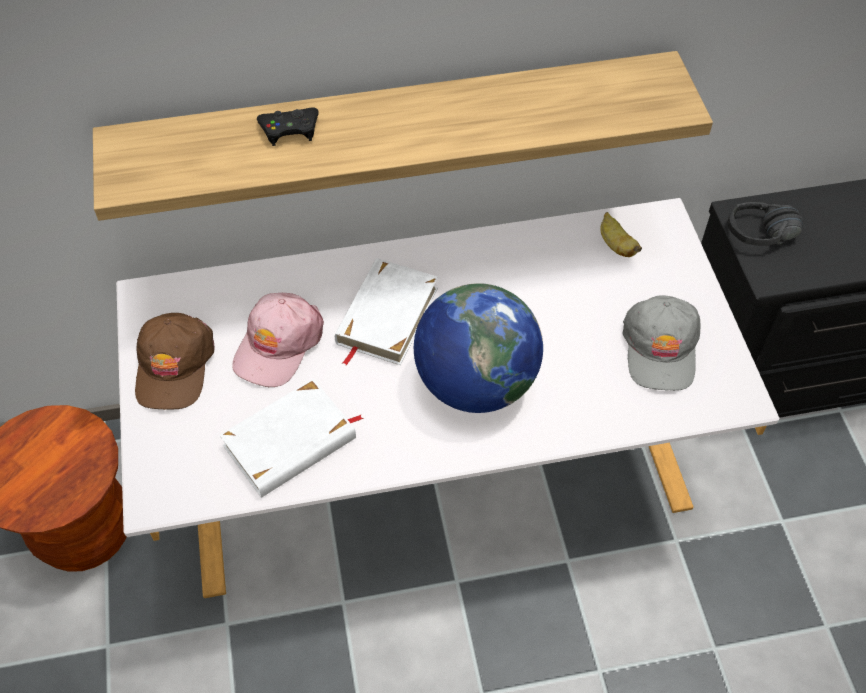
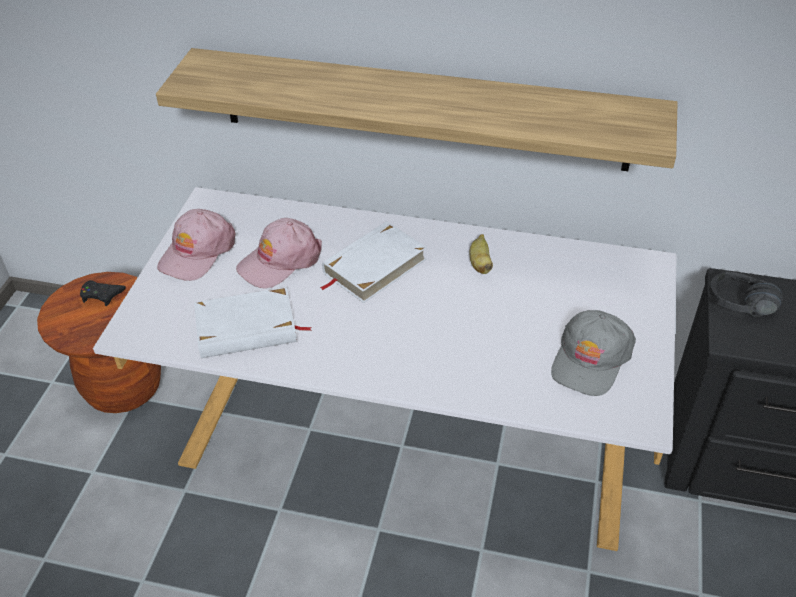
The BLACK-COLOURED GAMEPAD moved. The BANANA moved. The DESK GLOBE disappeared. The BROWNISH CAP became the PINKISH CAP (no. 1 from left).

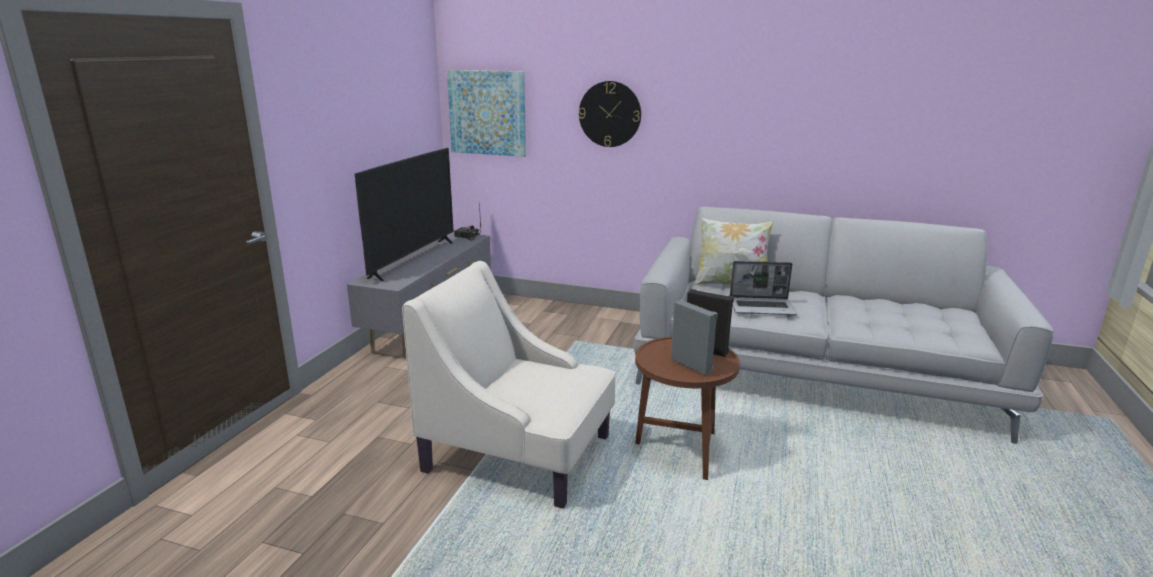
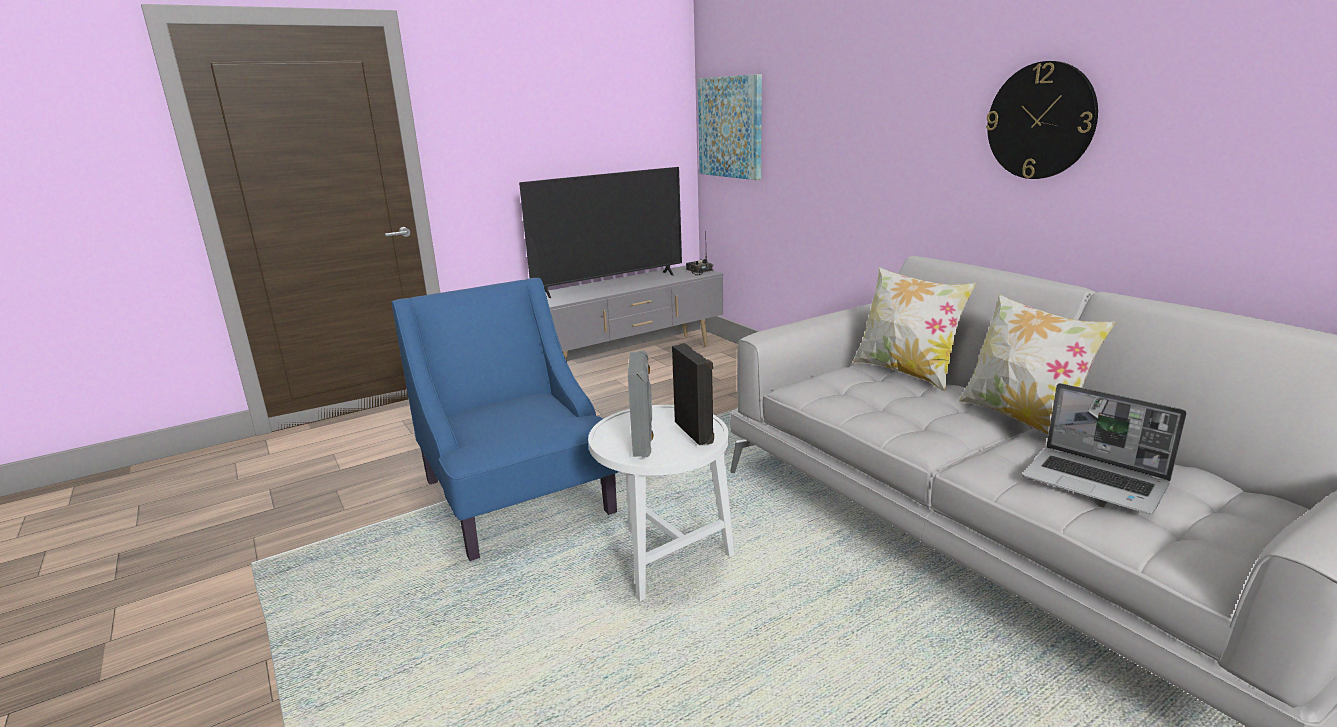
The HANGING CLOCK moved. The SAND-COLOURED ARMCHAIR became the BLUISH ARMCHAIR. The PORTABLE COMPUTER moved. The BROWNISH ACCENT TABLE became the WHITE-COLOURED ACCENT TABLE. The THROW PILLOW (no. 2 from left) appeared.

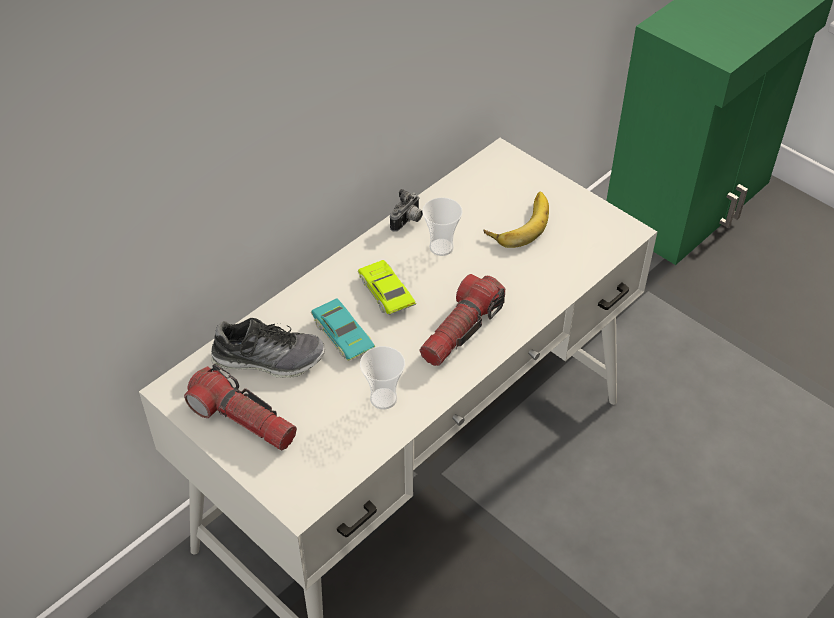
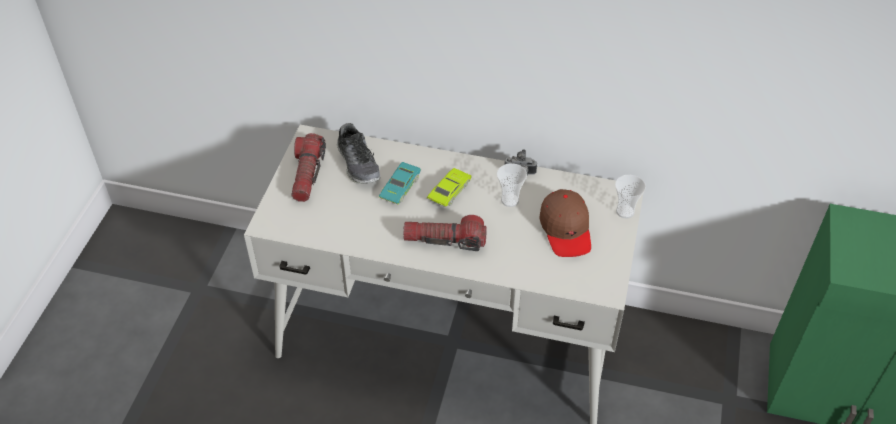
The BANANA was replaced by the BROWNISH CAP. The DRINKING CUP (no. 1 from left in the first image) moved.

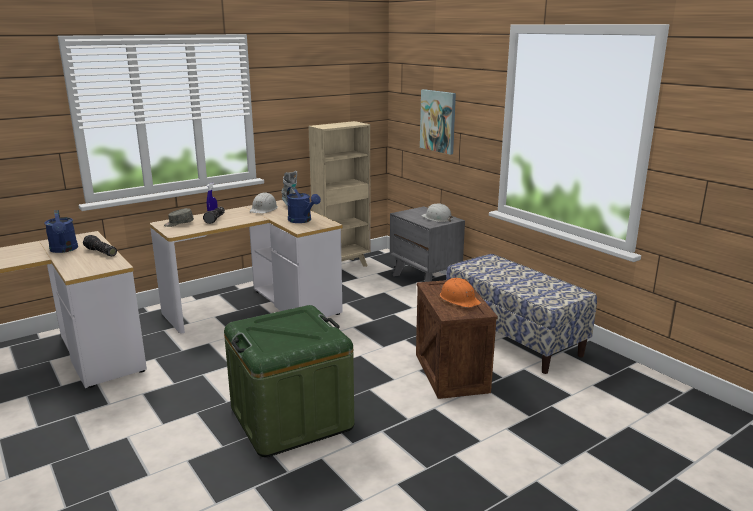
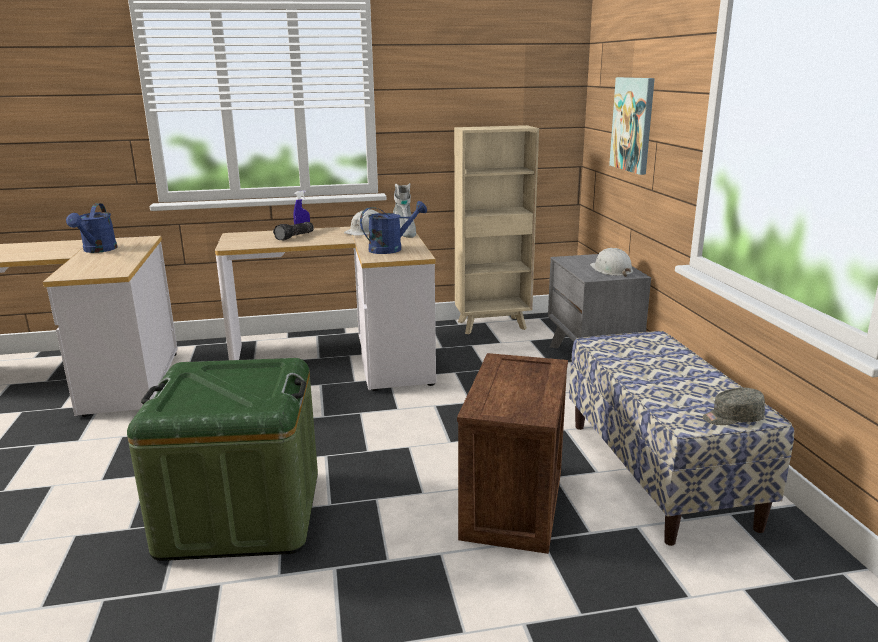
The BLUISH WATERING CAN (no. 2 from left) turned 105 degrees counterclockwise. The GRAY CAP moved. The HAND TORCH (no. 1 from left) disappeared. The ORANGE WORK HELMET disappeared.

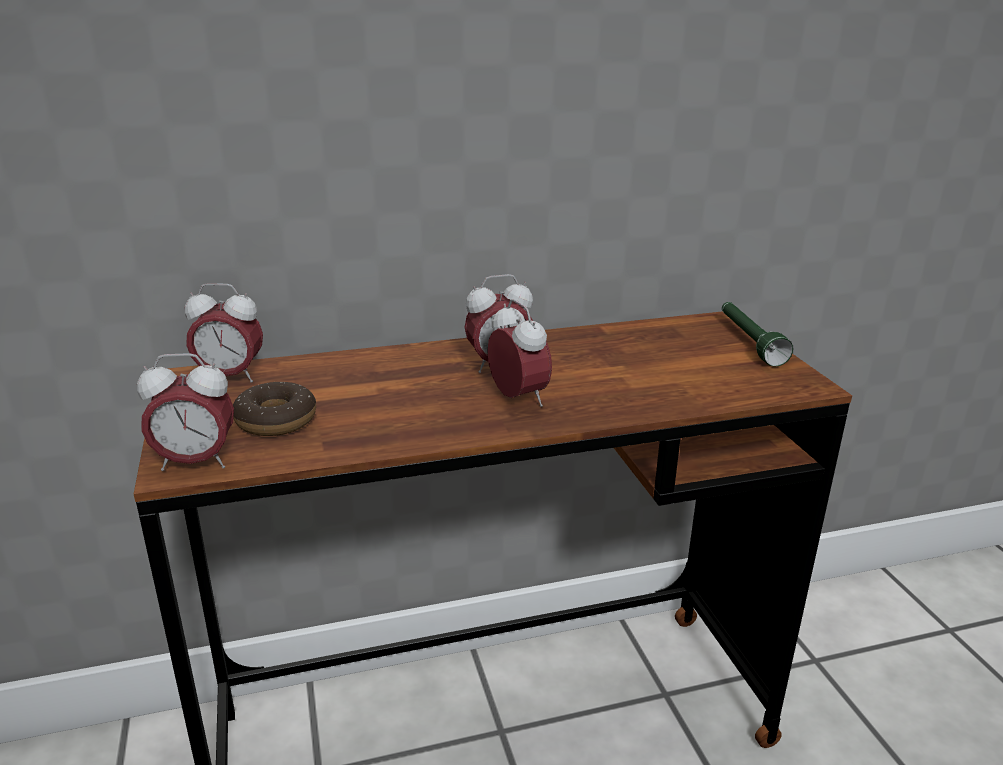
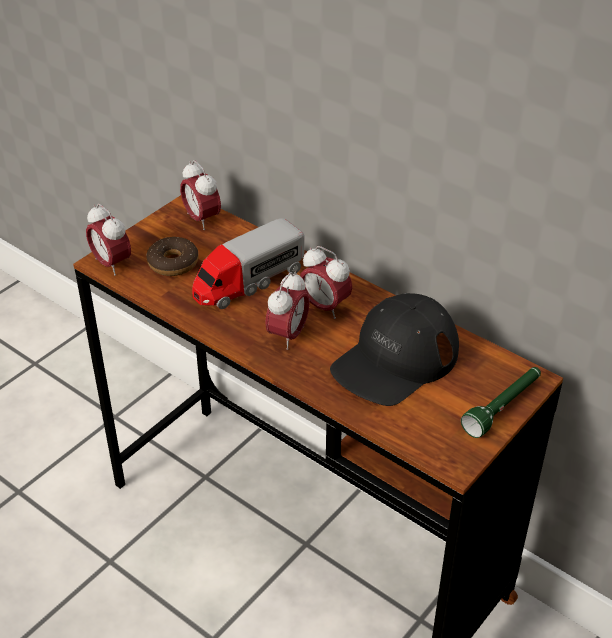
The TOY LORRY appeared. The BLACK-COLOURED CAP appeared.

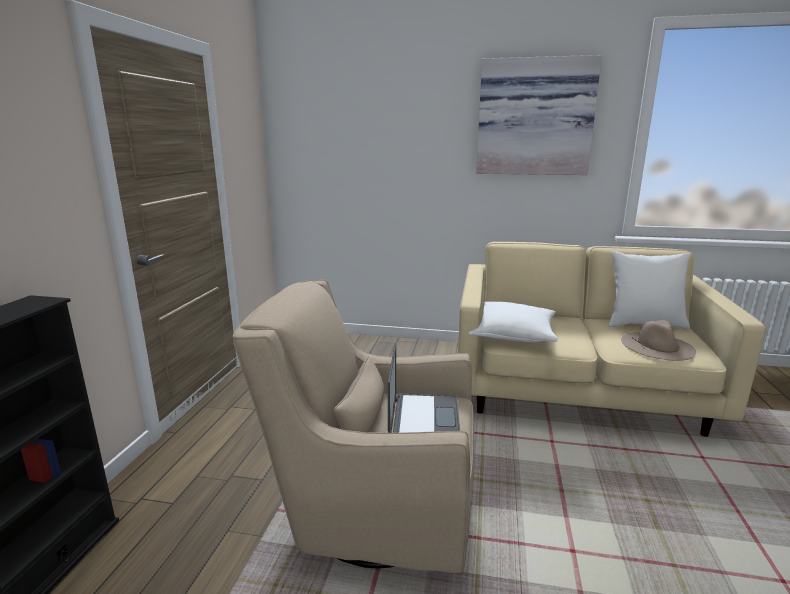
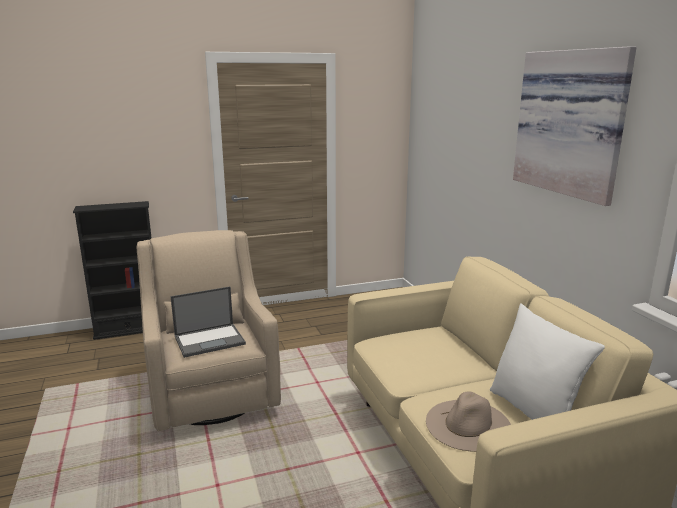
The WHITE-COLOURED THROW PILLOW (no. 1 from left) disappeared.

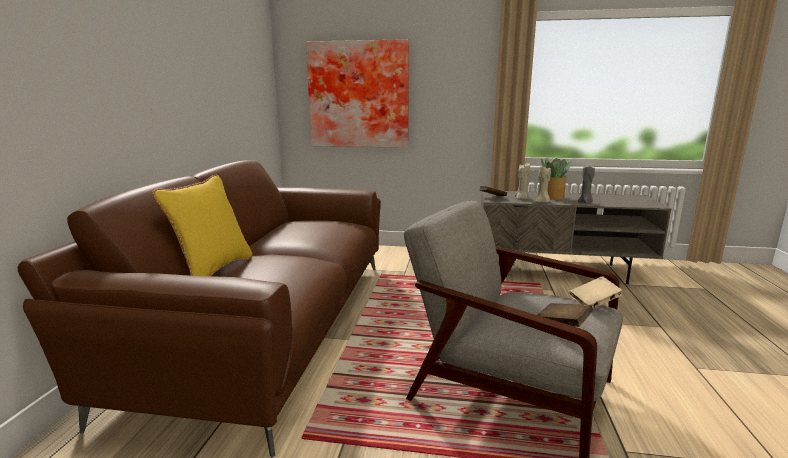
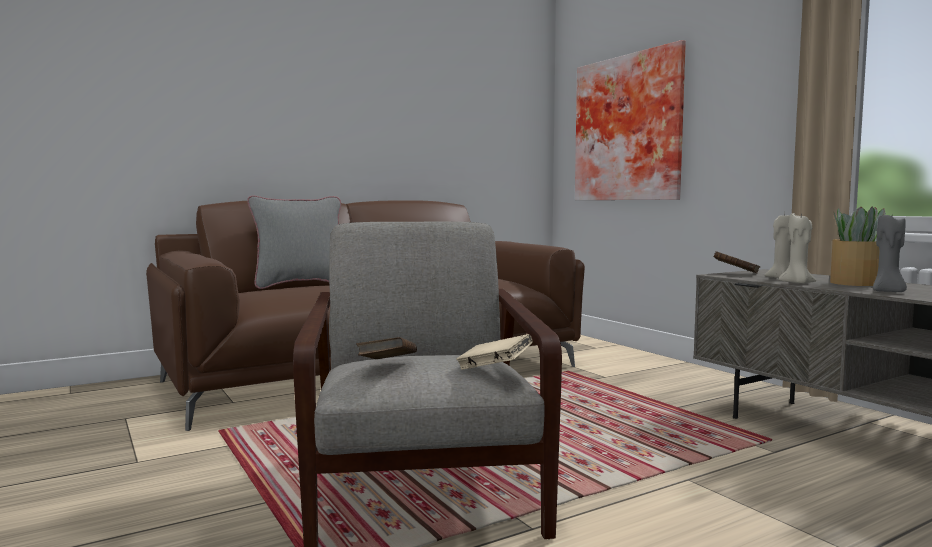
The YELLOW-COLOURED THROW PILLOW became the GRAY THROW PILLOW.

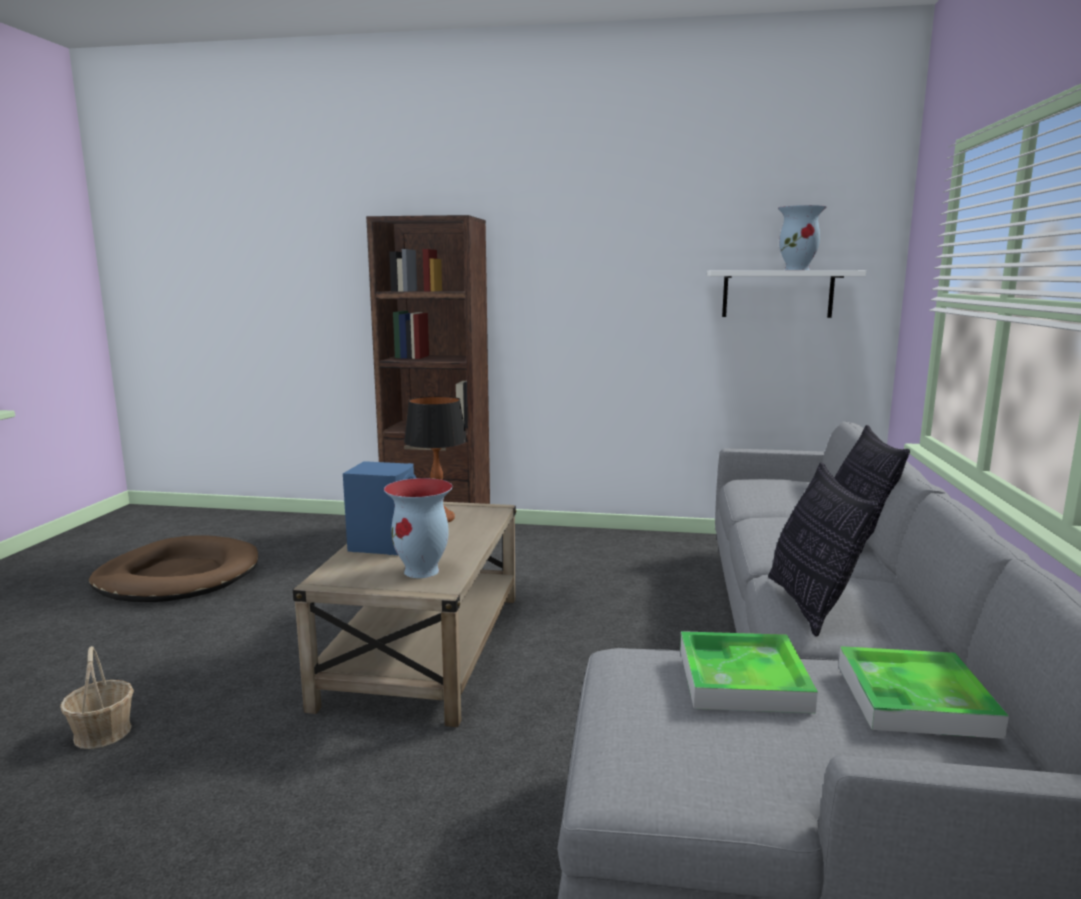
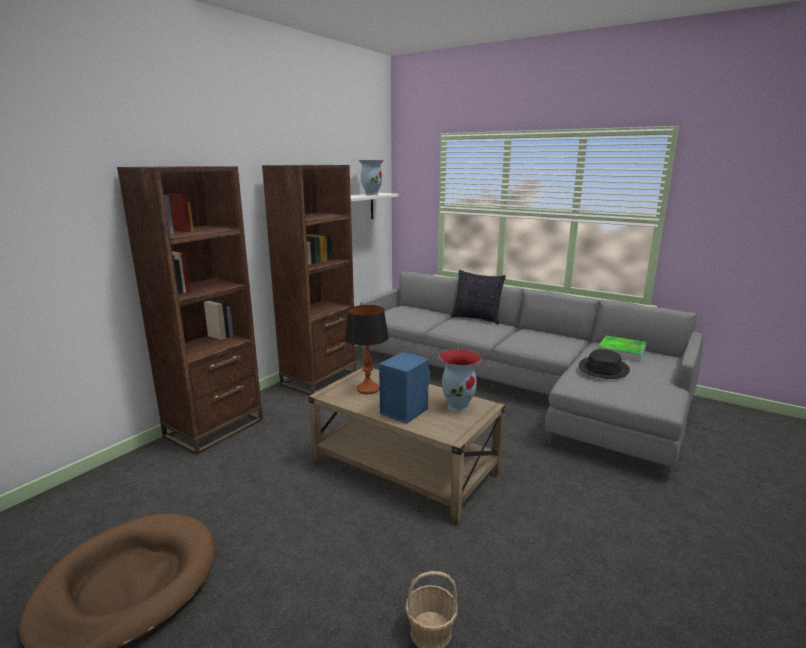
The THROW PILLOW (no. 1 from left) disappeared. The CARRYING TRAY (no. 1 from left) was replaced by the BLACK-COLOURED WEARABLE HAT. The BROWNISH SHELVING UNIT (no. 2 from left) appeared.

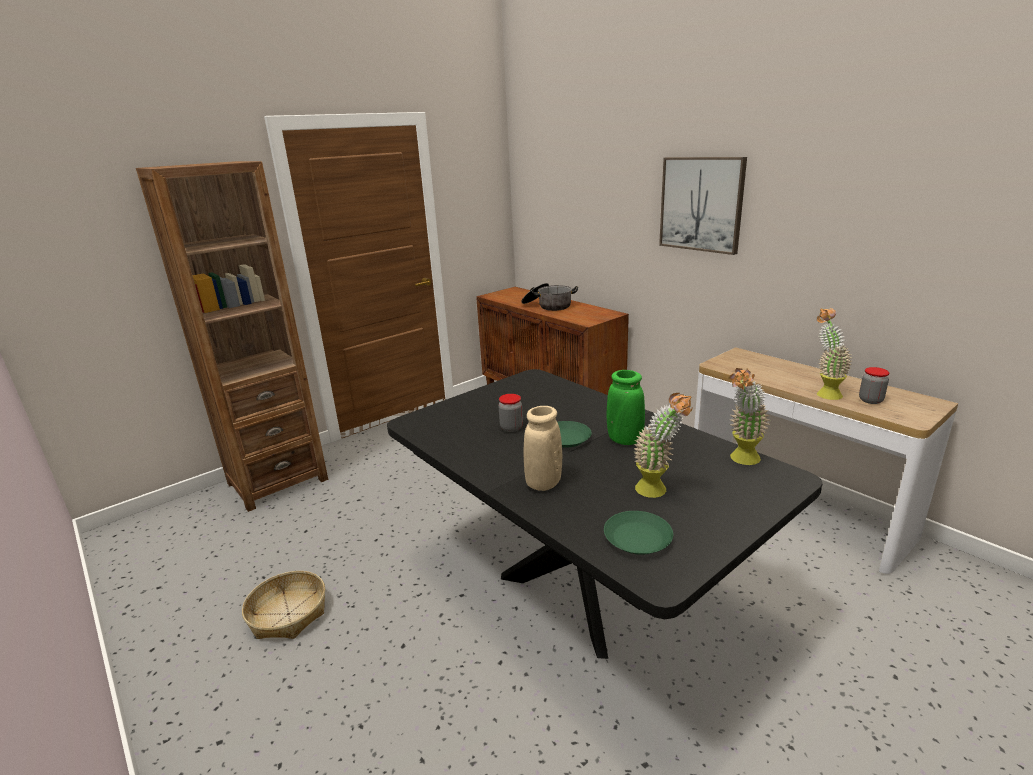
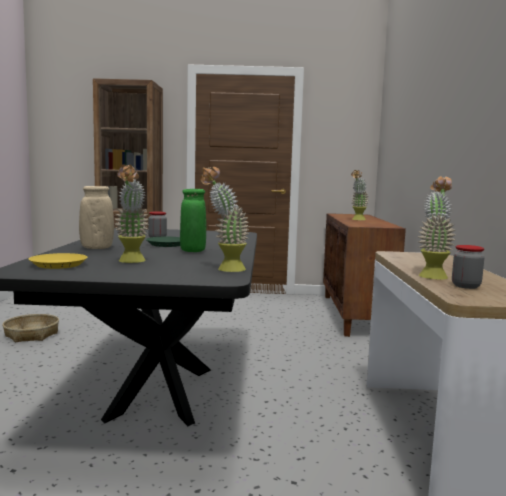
The WALL ART disappeared. The COOKING POT was replaced by the POTTED PLANT (no. 3 from left). The GREENISH PLATE (no. 2 from left) became the YELLOW-COLOURED PLATE.

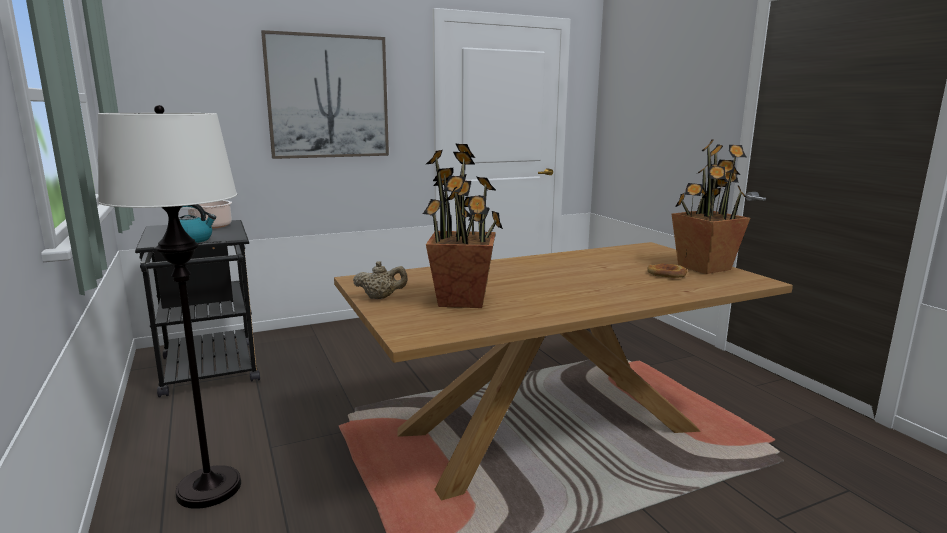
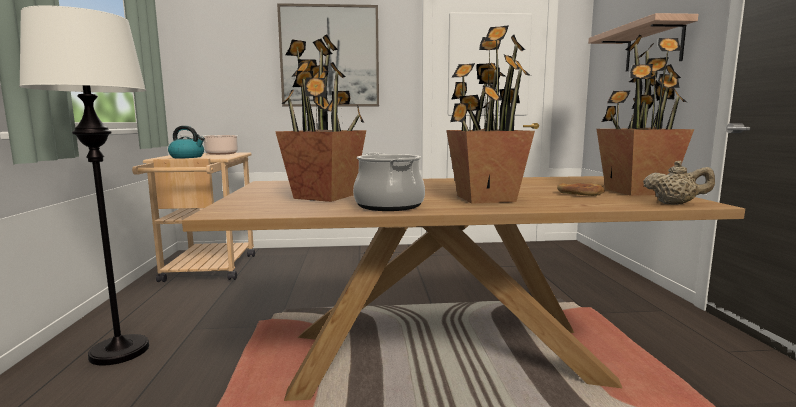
The BLACK-COLOURED TROLLEY became the SAND-COLOURED TROLLEY. The SAND-COLOURED TEAPOT moved. The WALL SHELF appeared. The POTTED PLANT (no. 2 from left) appeared. The COOKING POT (no. 2 from left) appeared.

